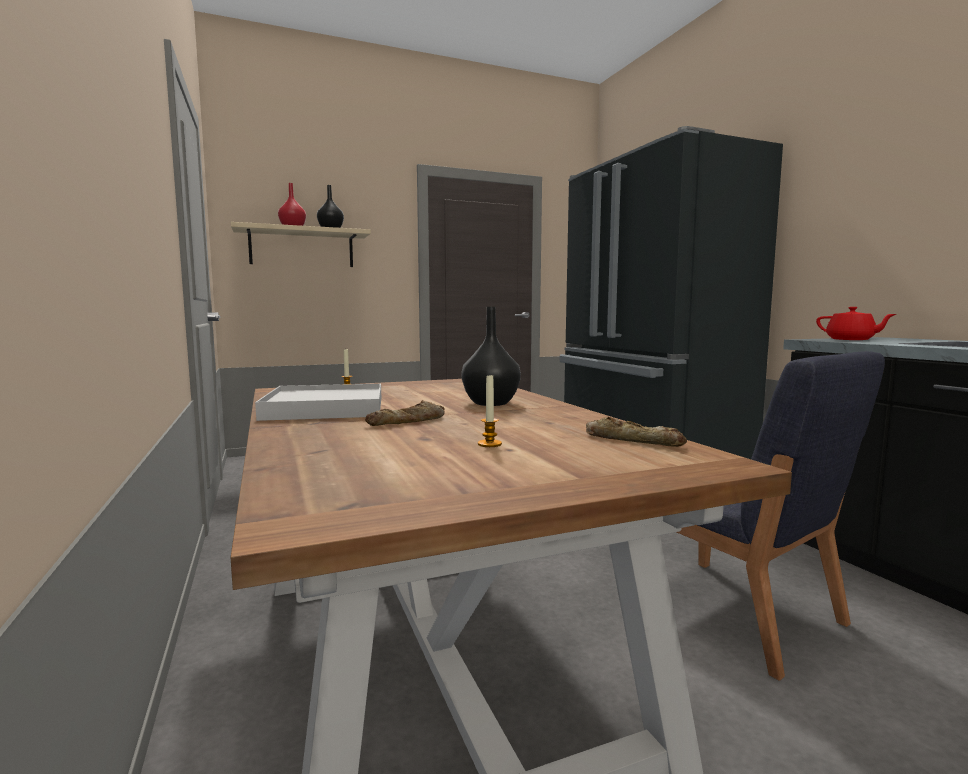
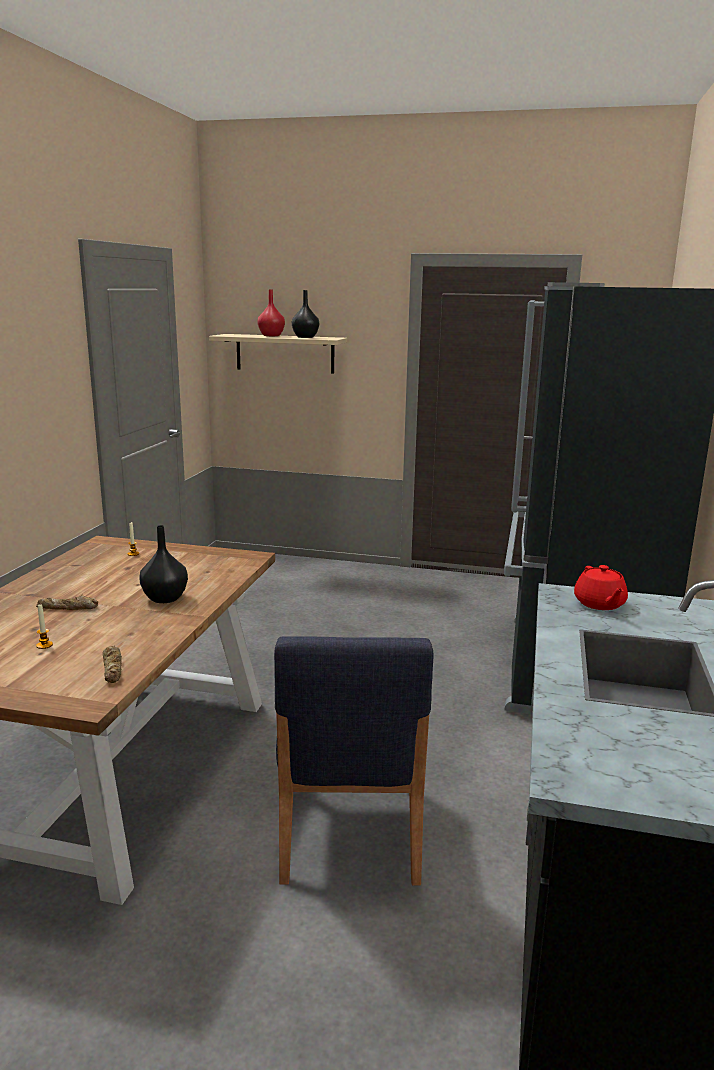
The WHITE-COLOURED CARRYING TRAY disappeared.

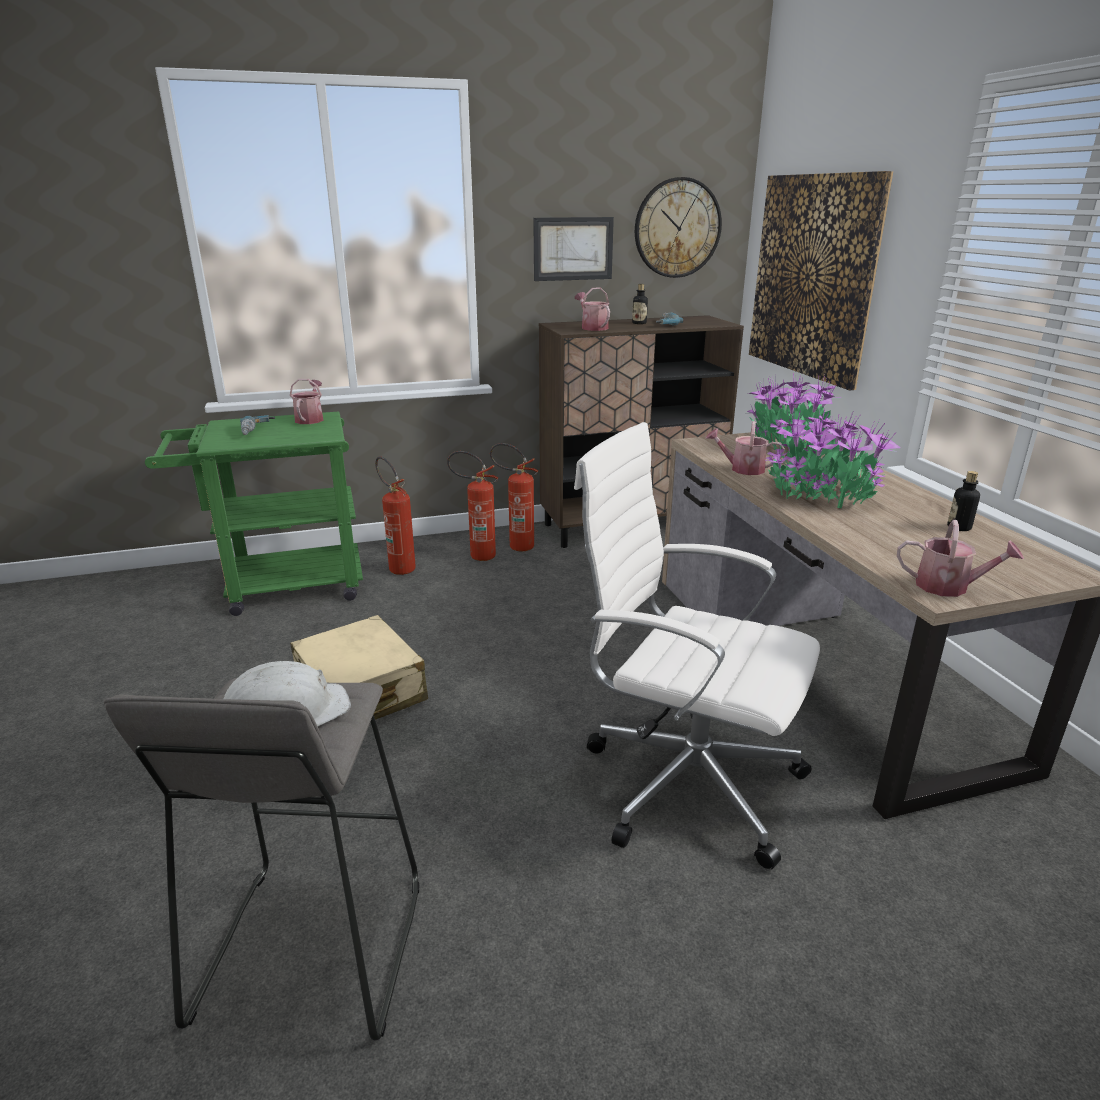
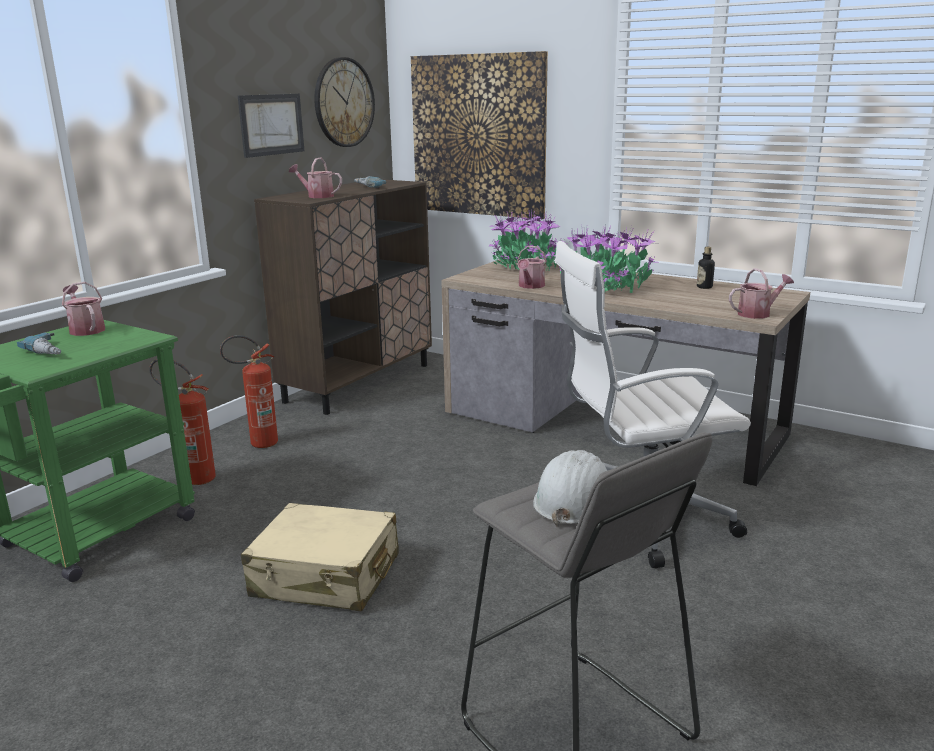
The BEVERAGE BOTTLE (no. 1 from left) disappeared. The WATERING CAN (no. 3 from left) turned 45 degrees counterclockwise. The FIRE EXTINGUISHER (no. 3 from left) disappeared.

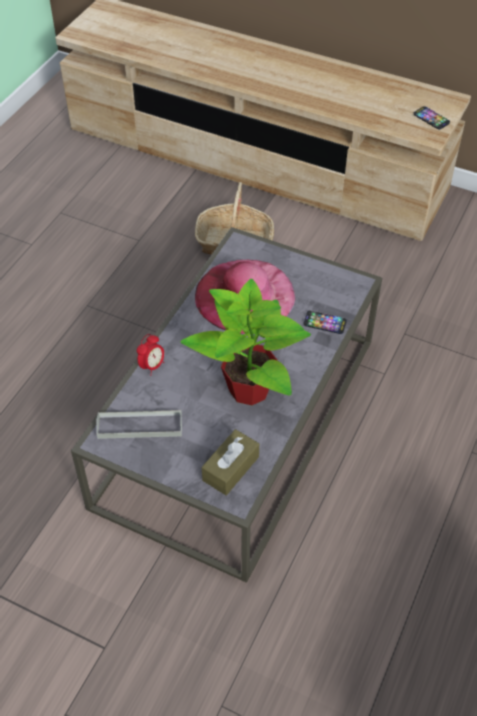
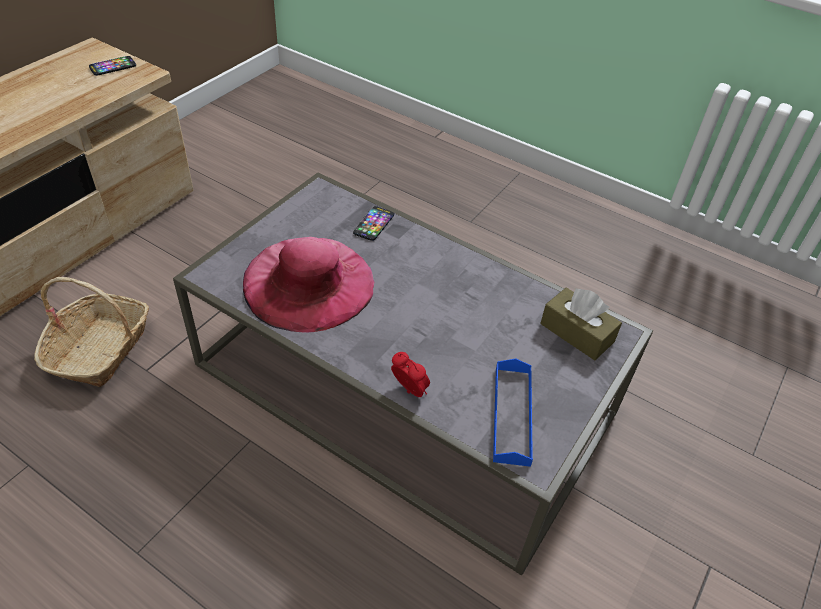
The POTTED PLANT disappeared. The GRAY CARRYING TRAY became the BLUISH CARRYING TRAY.

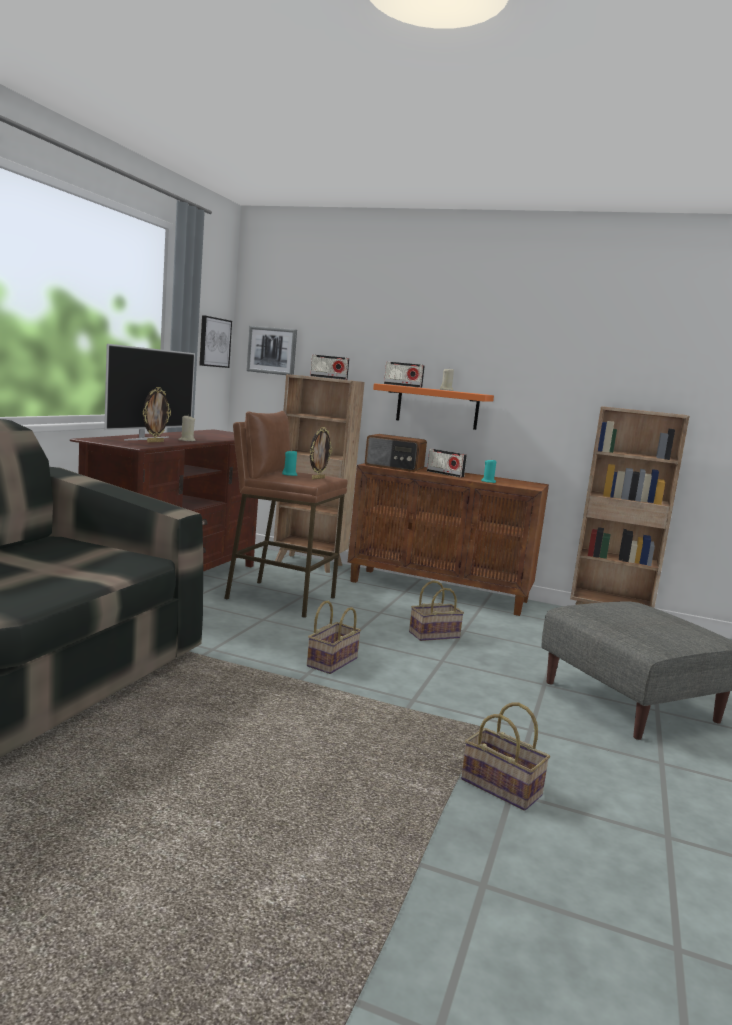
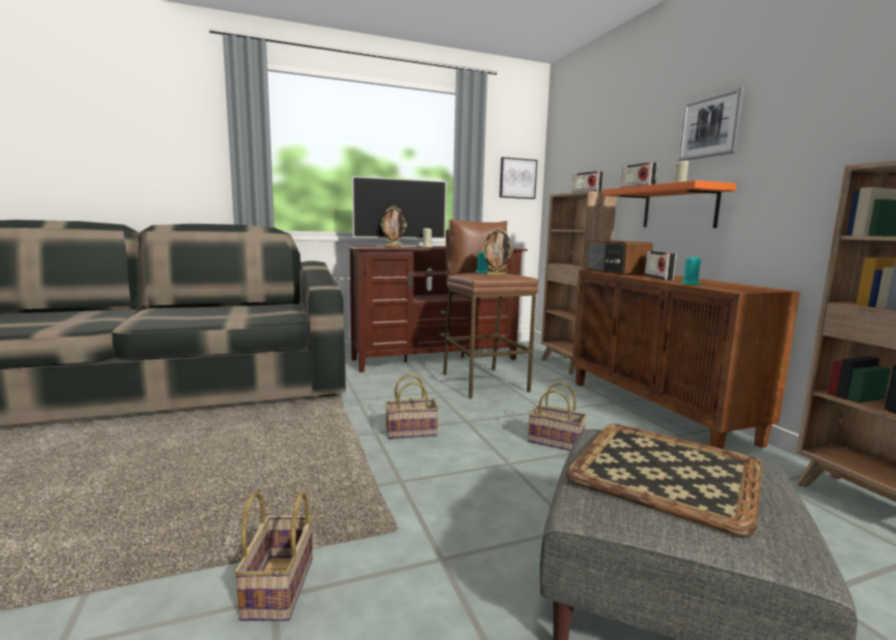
The WALL ART (no. 2 from left) moved. The CARRYING TRAY appeared.

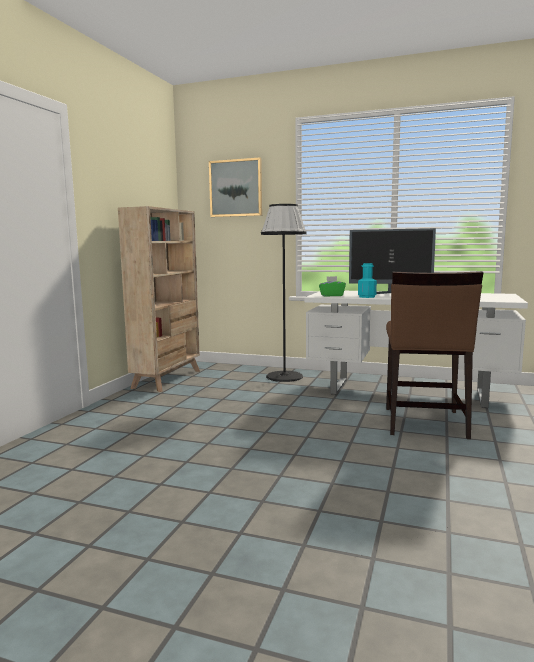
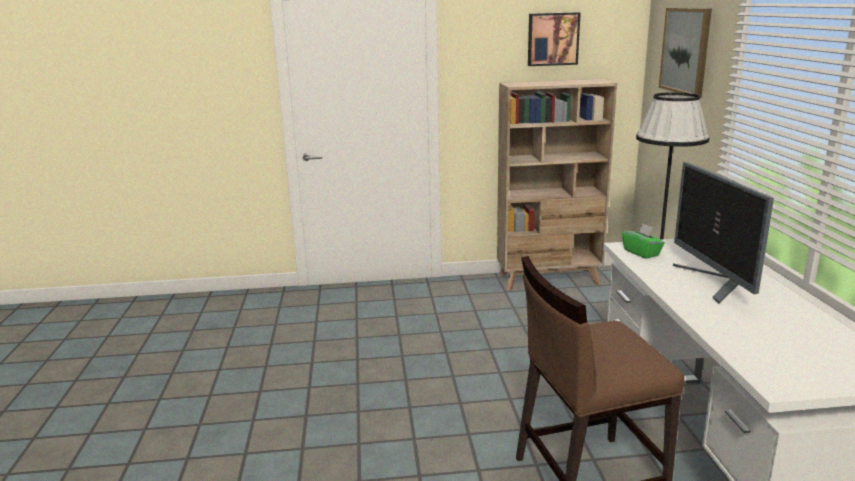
The TURQUOISE-COLOURED BEVERAGE BOTTLE disappeared. The WALL ART (no. 1 from left) appeared.

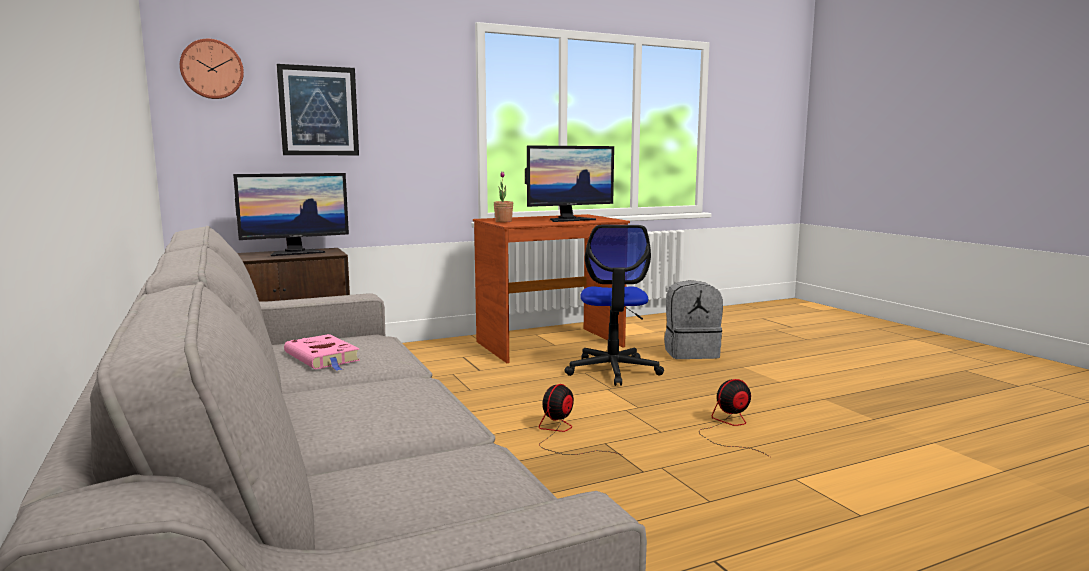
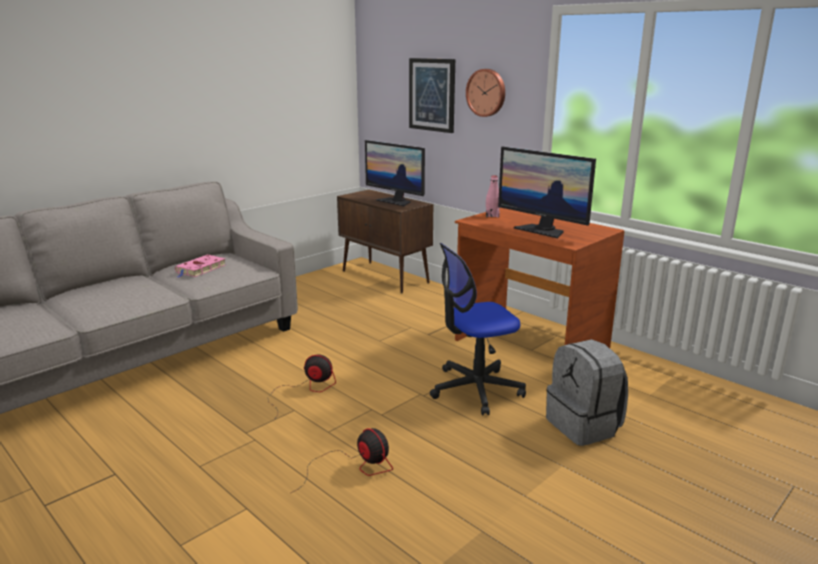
The HANGING CLOCK moved. The POTTED PLANT was replaced by the PINKISH BEVERAGE BOTTLE.

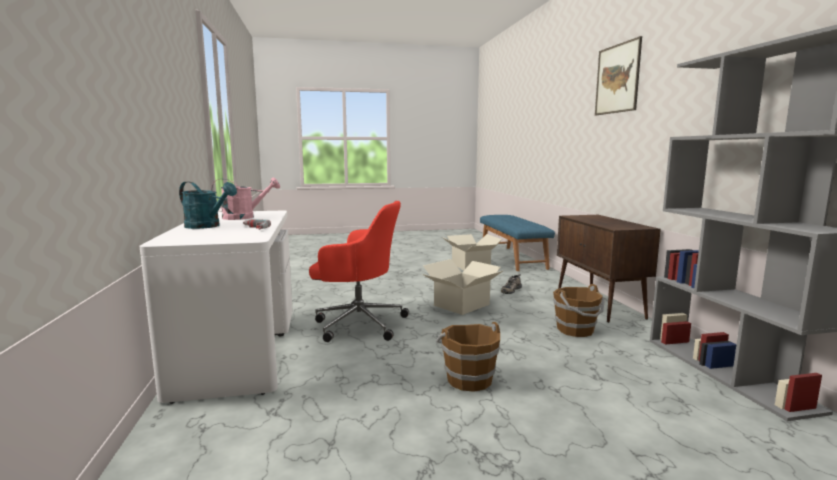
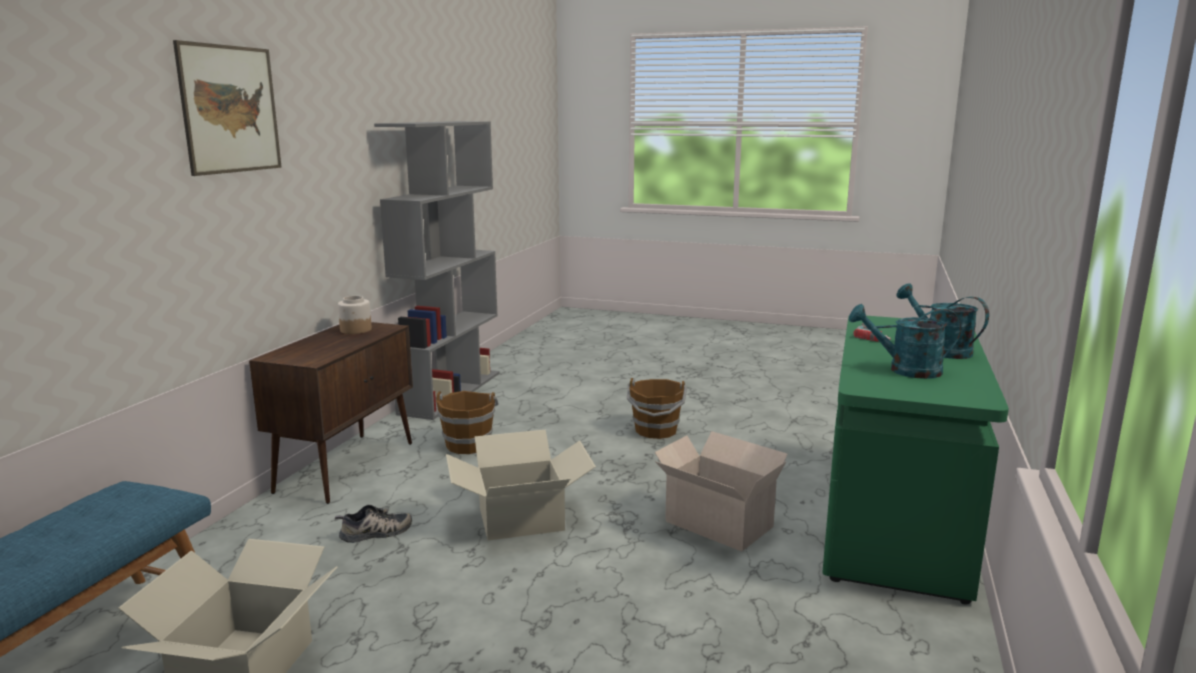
The PINKISH WATERING CAN became the TURQUOISE-COLOURED WATERING CAN (no. 1 from left). The RED COMPUTER CHAIR was replaced by the CARTON (no. 3 from left). The WHITE-COLOURED DESK TABLE became the GREENISH DESK TABLE. The STORAGE JAR appeared.

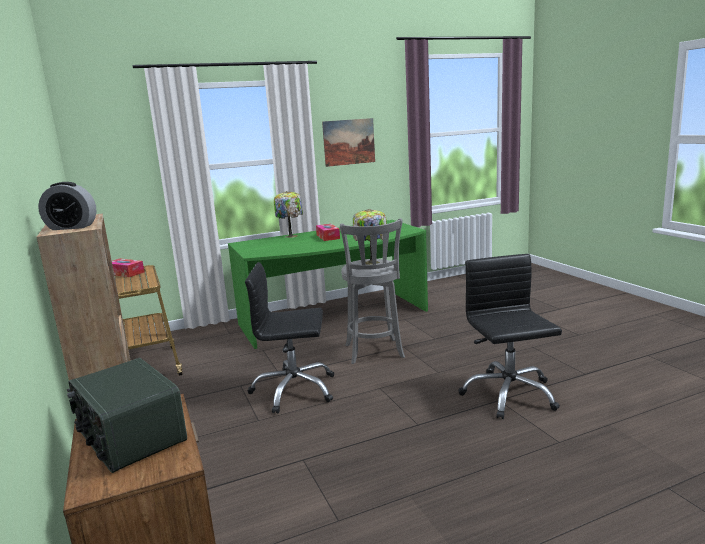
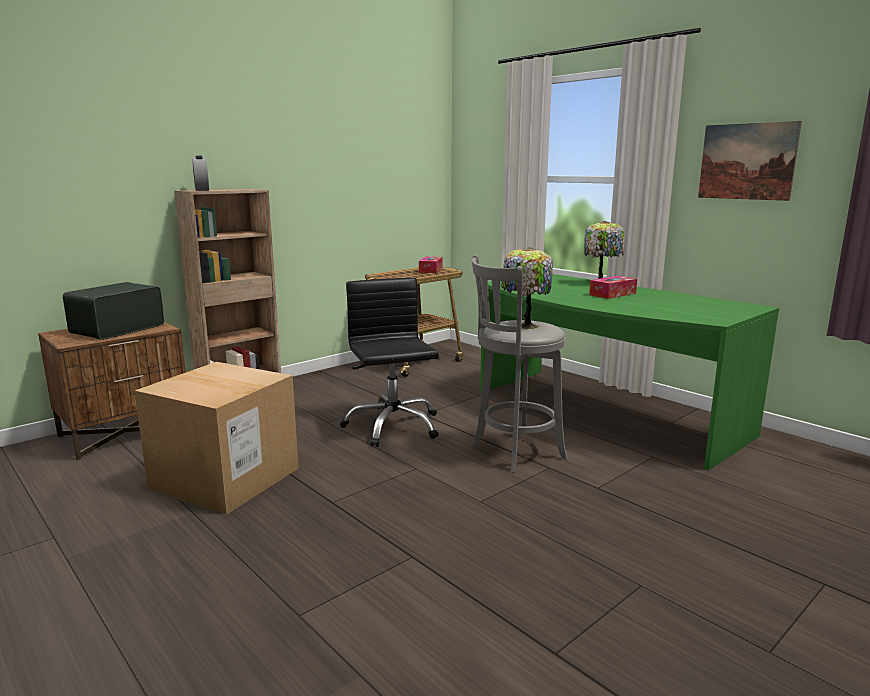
The BLACK-COLOURED COMPUTER CHAIR (no. 2 from left) disappeared. The CARTON appeared.

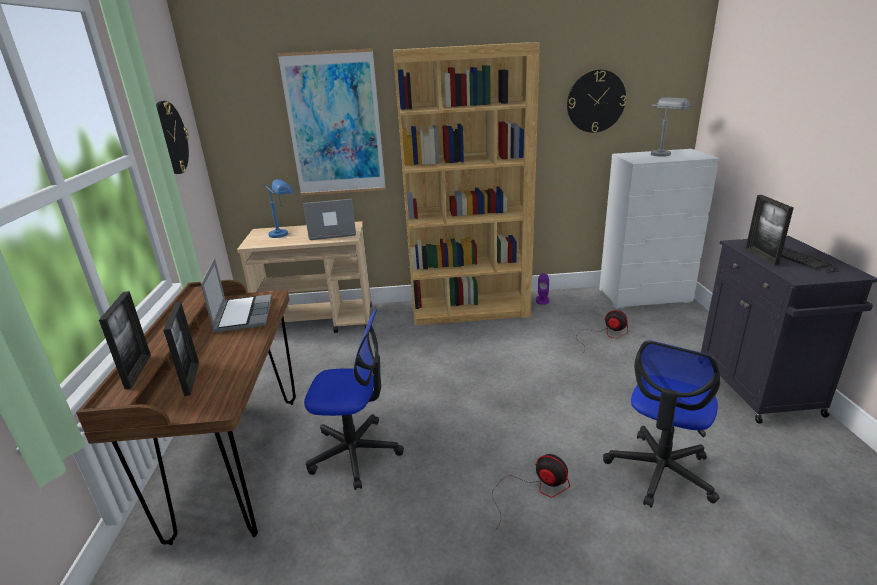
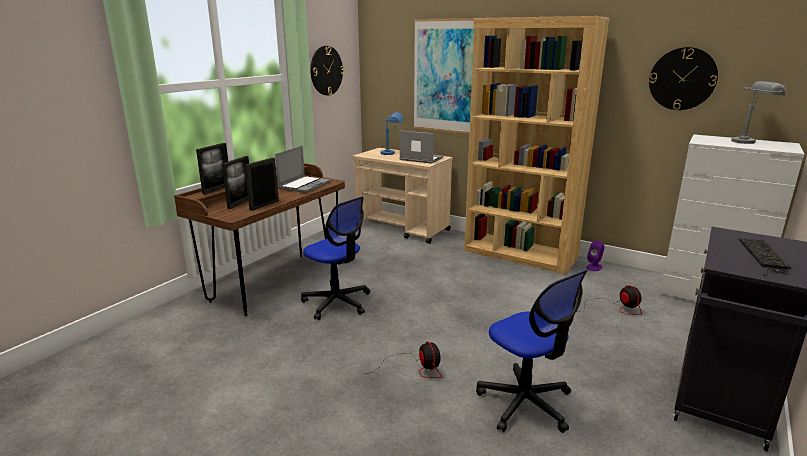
The PICTURE FRAME (no. 3 from left) moved. The COMPUTER CHAIR (no. 2 from left) turned 105 degrees counterclockwise.

